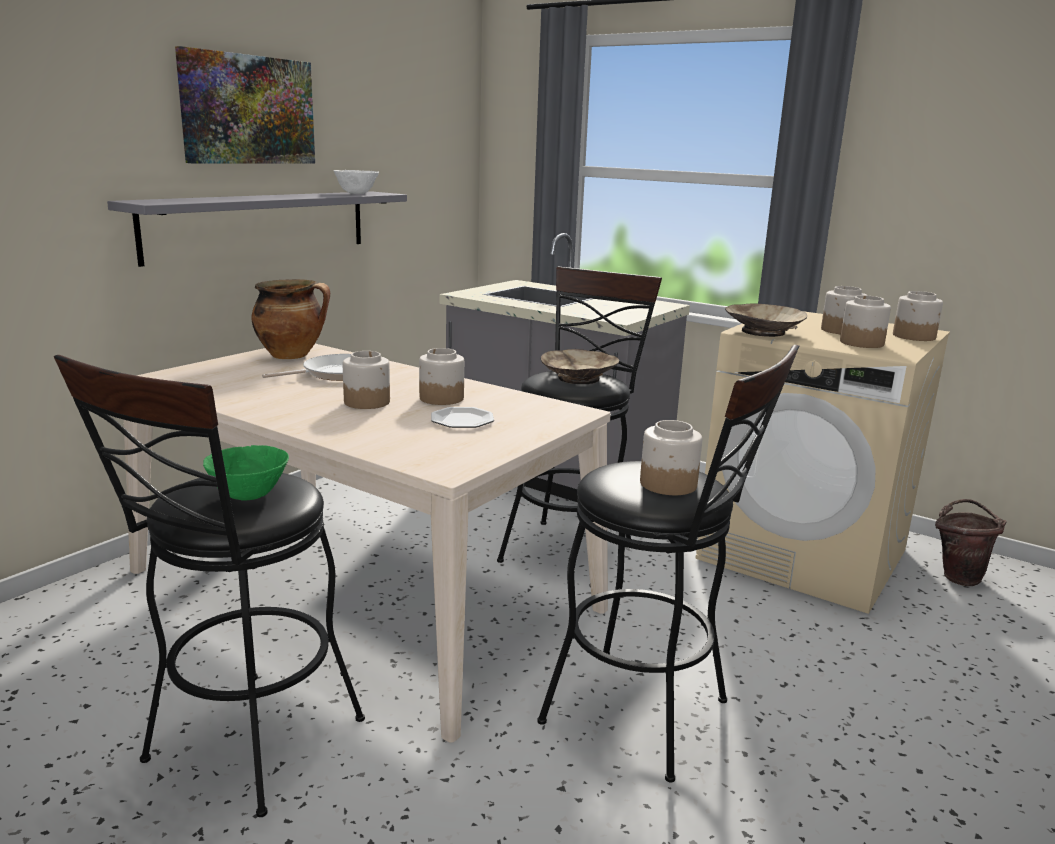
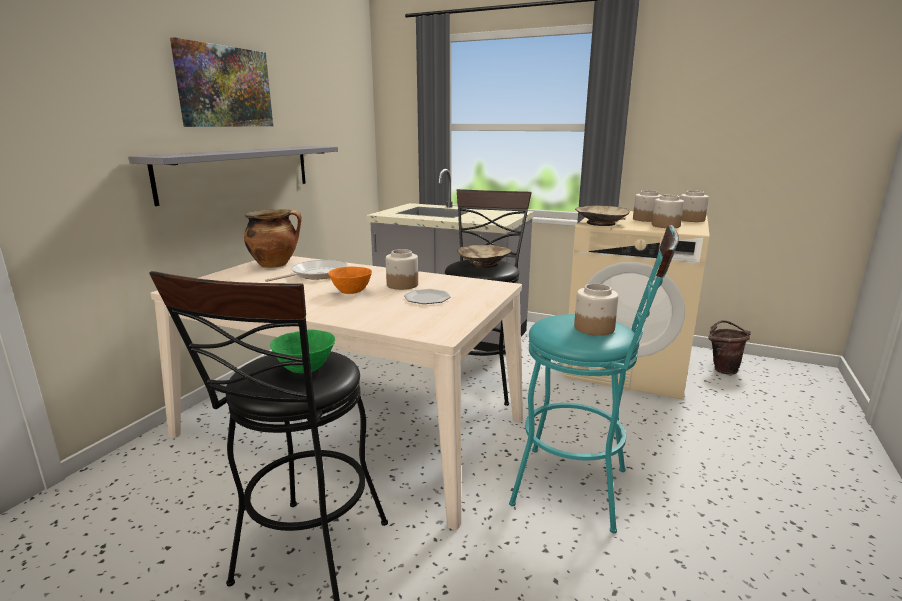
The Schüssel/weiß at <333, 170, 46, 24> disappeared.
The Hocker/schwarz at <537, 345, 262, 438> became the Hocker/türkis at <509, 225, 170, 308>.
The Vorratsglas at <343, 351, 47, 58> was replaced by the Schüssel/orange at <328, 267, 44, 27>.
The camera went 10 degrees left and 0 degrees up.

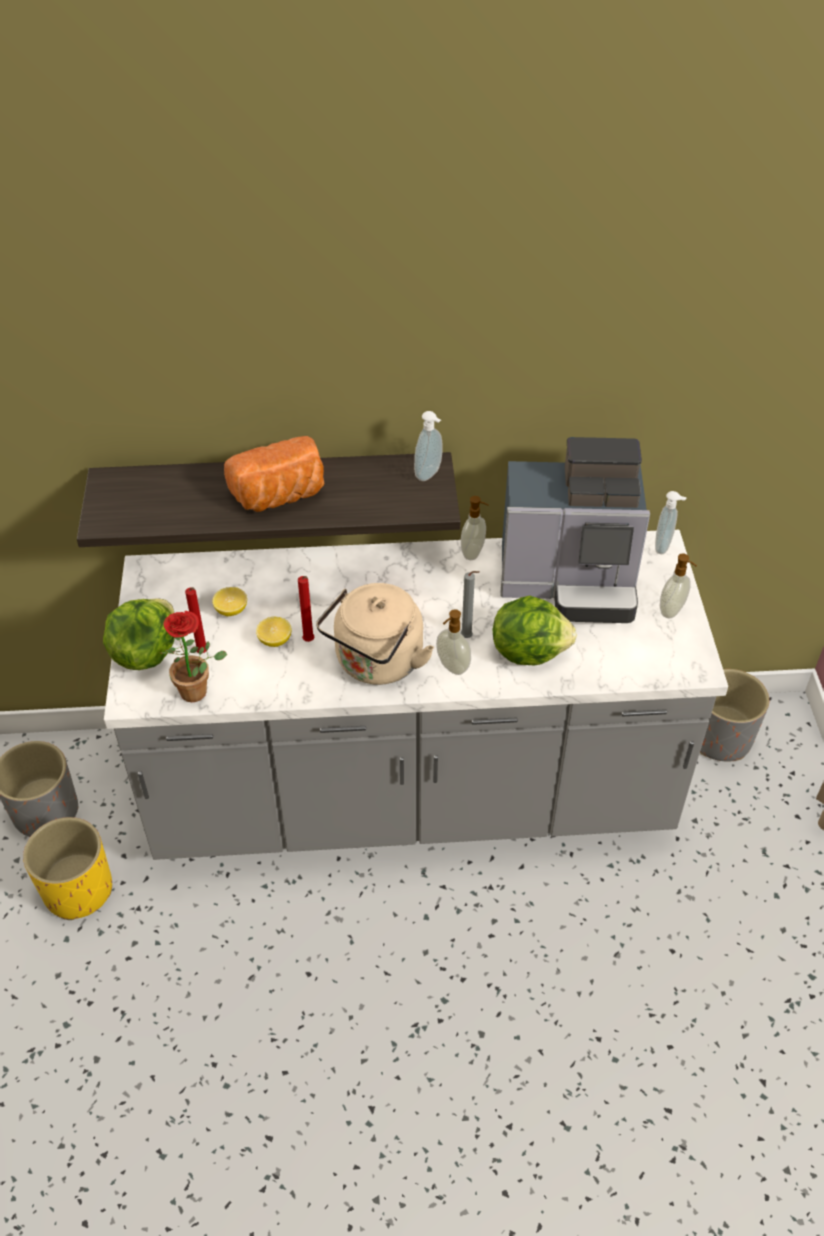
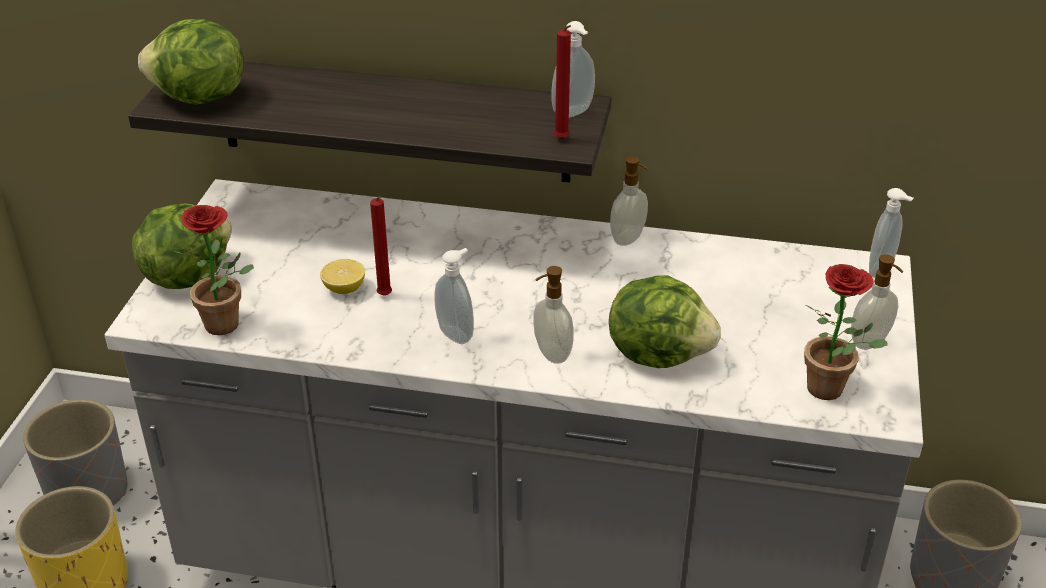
The Brot at <224, 436, 100, 76> disappeared.
The Kaffeemaschine at <500, 437, 150, 186> disappeared.
The Kerze/grau at <461, 571, 19, 67> disappeared.
The Wasserkessel/beige at <316, 583, 118, 102> was replaced by the Seifenspender at <435, 248, 39, 96>.
The Kerze/rot moved from <185, 587, 21, 66> to <554, 25, 17, 114>.
The Zitrone at <212, 587, 35, 29> disappeared.
The Salatkopf at <138, 19, 106, 86> appeared.
The Topfpflanze at <804, 264, 83, 136> appeared.
The camera went 15 degrees right and 10 degrees down.

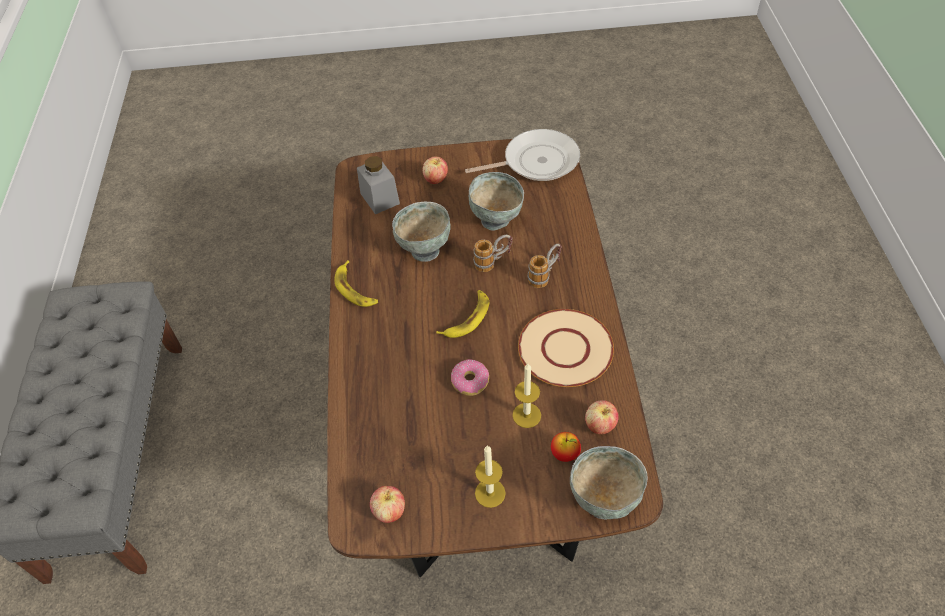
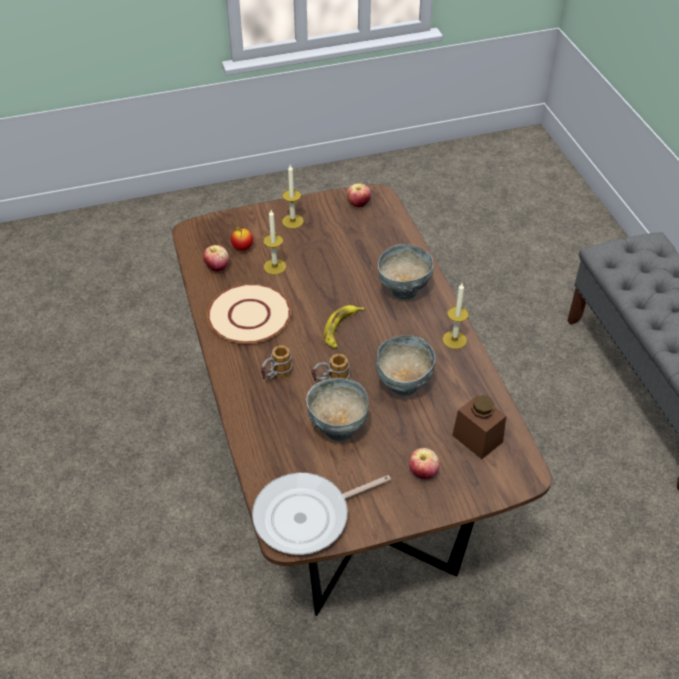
The Vorratsglas/grau at <357, 156, 43, 58> became the Vorratsglas/braun at <452, 395, 54, 64>.
The Banane at <335, 260, 43, 47> was replaced by the Kerze at <443, 283, 26, 66>.
The Donut at <451, 359, 38, 37> disappeared.
The Schüssel/grau moved from <570, 446, 78, 73> to <378, 244, 55, 56>.
The camera went 165 degrees right and 5 degrees down.

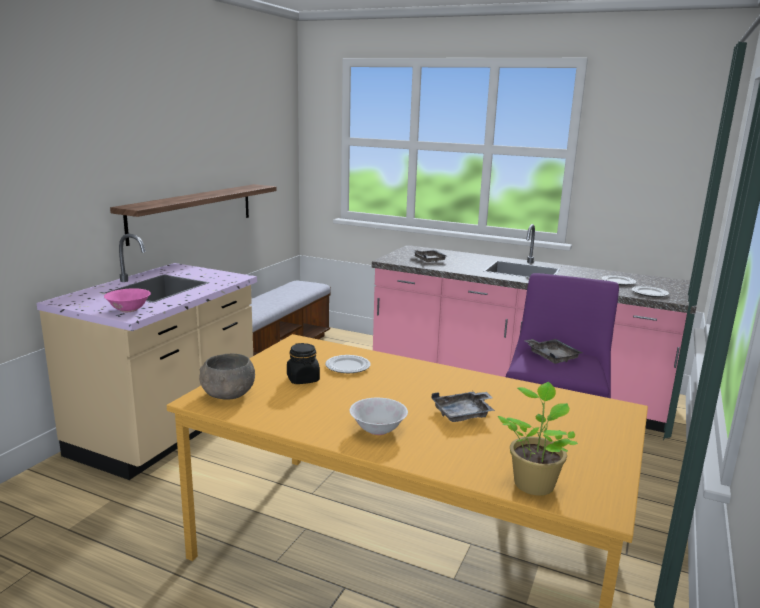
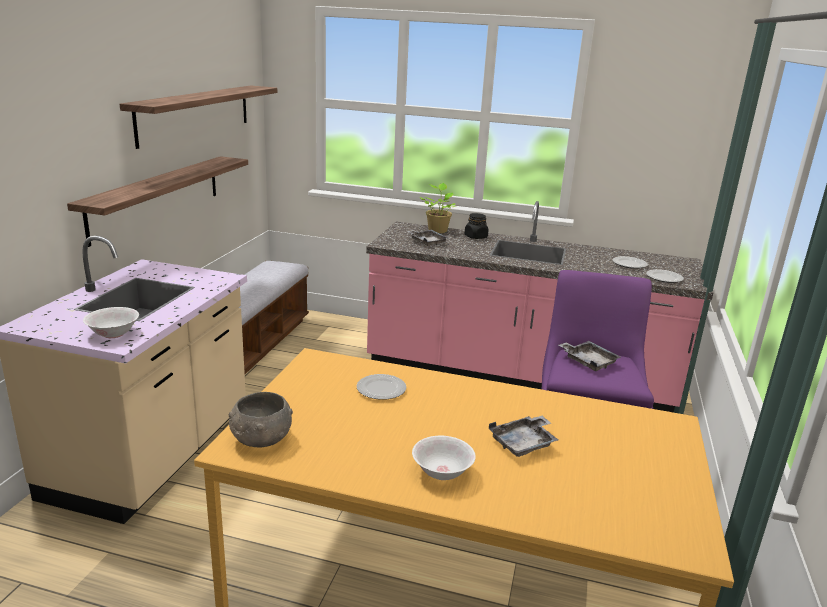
The Schüssel/rosa at <104, 288, 47, 24> became the Schüssel/weiß at <83, 307, 56, 31>.
The Vorratsglas/schwarz moved from <287, 343, 33, 41> to <465, 213, 23, 26>.
The Topfpflanze moved from <498, 382, 80, 114> to <420, 183, 36, 50>.
The Wandregal at <120, 85, 157, 64> appeared.
The camera went 10 degrees left and 5 degrees up.

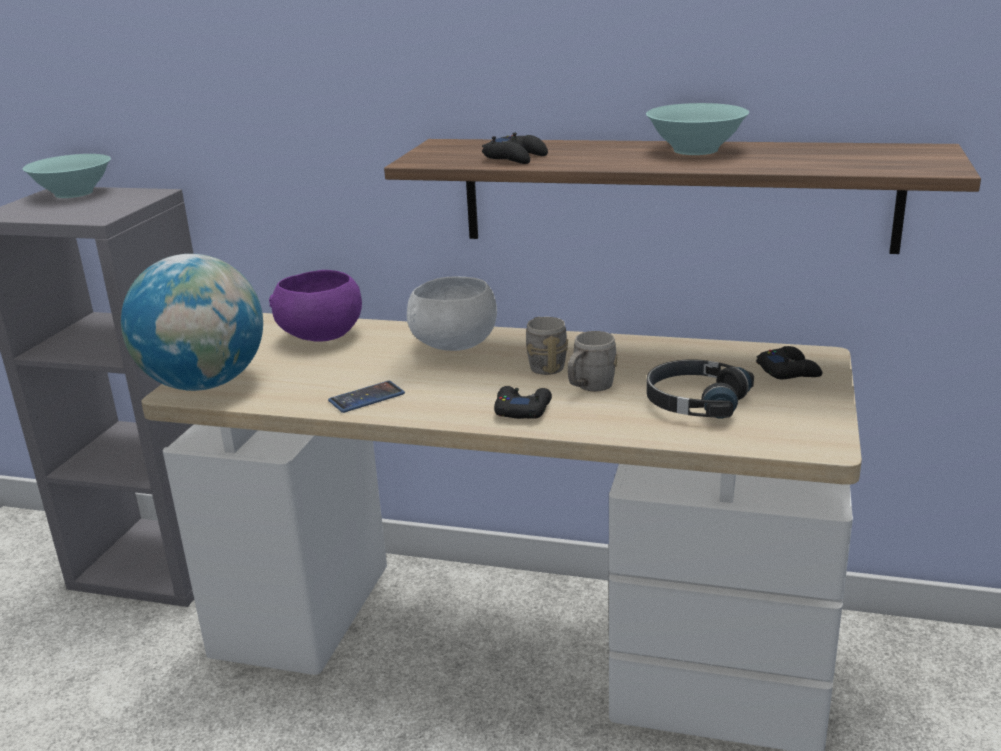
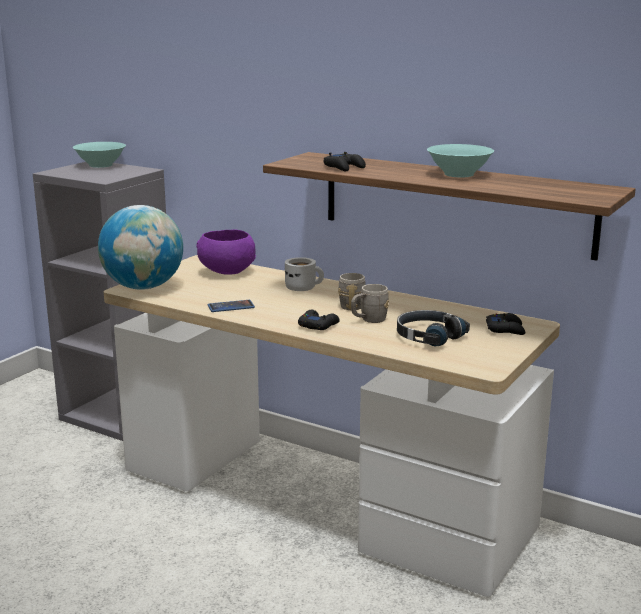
The Schüssel/weiß at <407, 276, 90, 75> was replaced by the Henkelbecher/weiß at <285, 257, 39, 34>.
The camera went 15 degrees right and 5 degrees down.

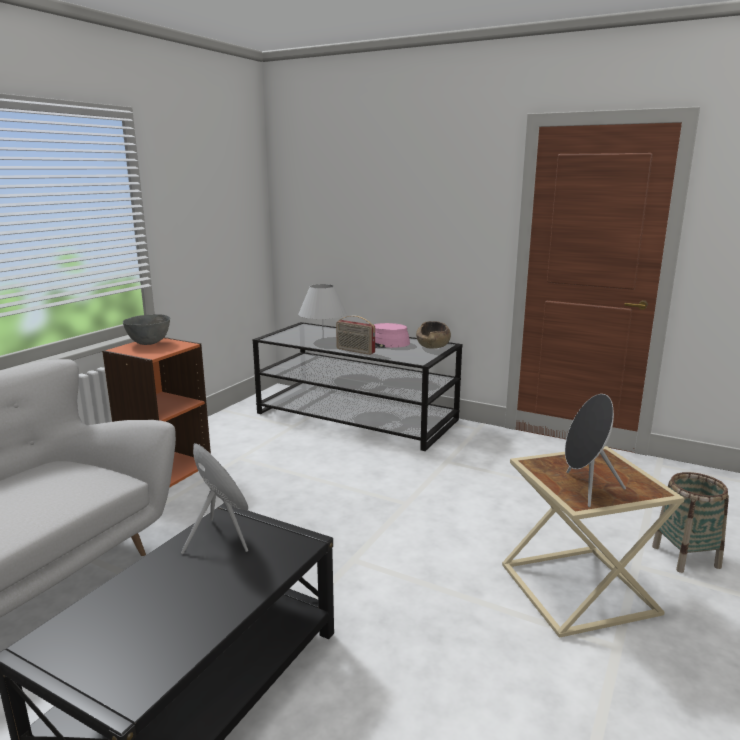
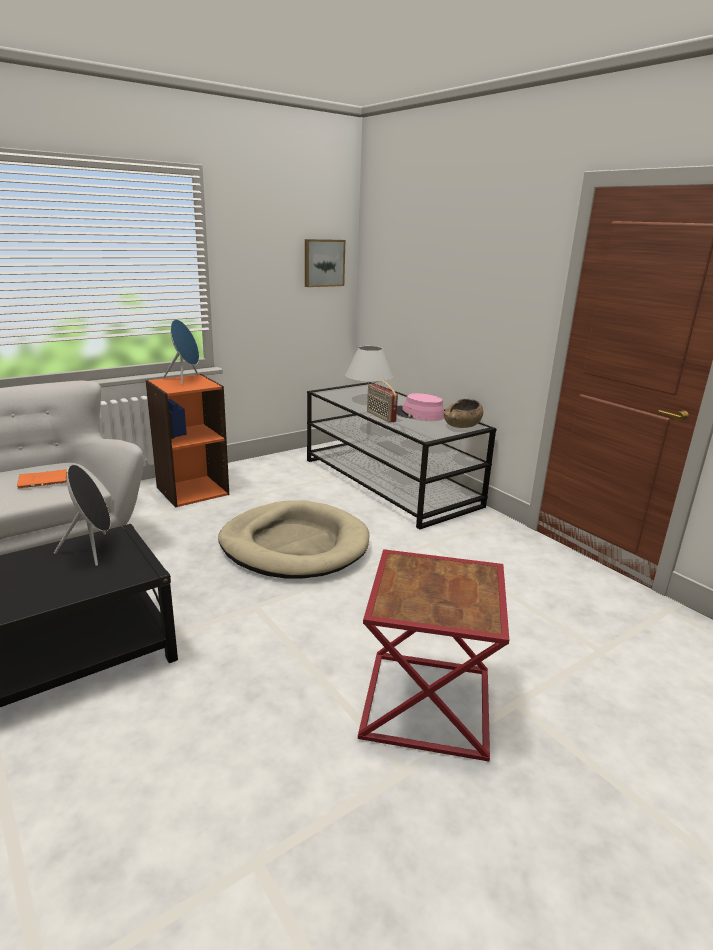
The Schüssel/grau at <123, 314, 47, 31> was replaced by the Lautsprecher/blau at <163, 320, 36, 65>.
The Lautsprecher/schwarz at <565, 394, 61, 113> disappeared.
The Beistelltisch/beige at <502, 446, 183, 192> became the Beistelltisch/rot at <358, 549, 151, 213>.
The Korb at <652, 472, 77, 101> disappeared.
The Bild at <305, 239, 40, 48> appeared.
The Buch/orange at <17, 469, 50, 20> appeared.
The Hundebett/beige at <218, 500, 151, 79> appeared.
The camera went 25 degrees right and 5 degrees up.

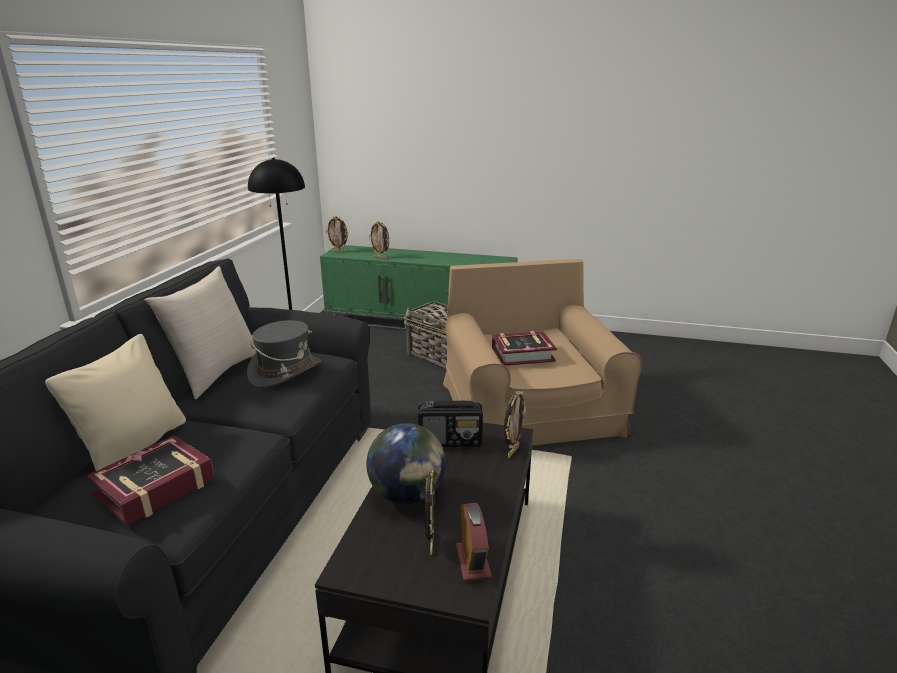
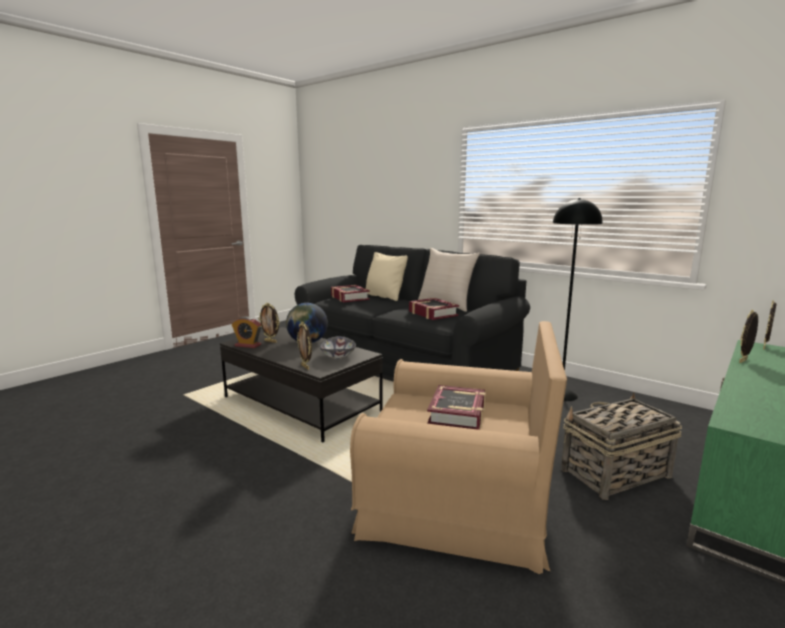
The Hut/grau at <247, 320, 74, 68> was replaced by the Buch at <409, 298, 50, 22>.
The Radio at <418, 401, 65, 46> was replaced by the Schüssel at <319, 336, 37, 23>.
The camera went 115 degrees right and 10 degrees down.

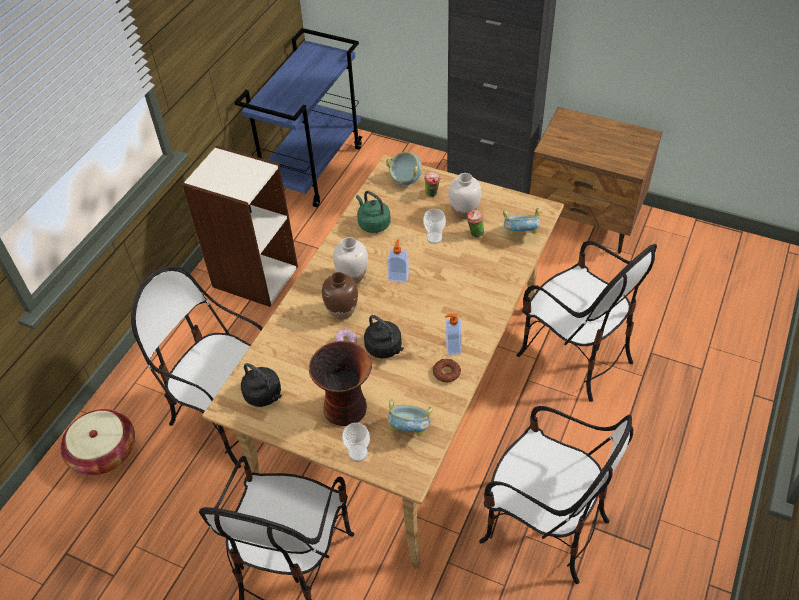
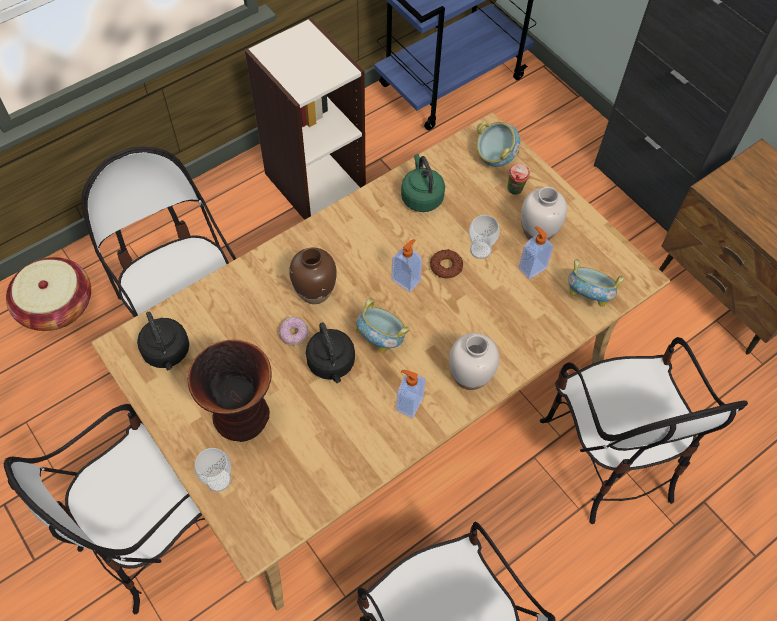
The Tasse at <466, 210, 18, 27> was replaced by the Seifenspender at <518, 226, 35, 53>.
The Vase/weiß moved from <333, 237, 35, 47> to <449, 333, 50, 57>.
The Donut moved from <433, 359, 28, 24> to <430, 249, 33, 30>.
The Schüssel moved from <387, 399, 46, 38> to <356, 298, 54, 55>.
The camera went 25 degrees right and 10 degrees up.

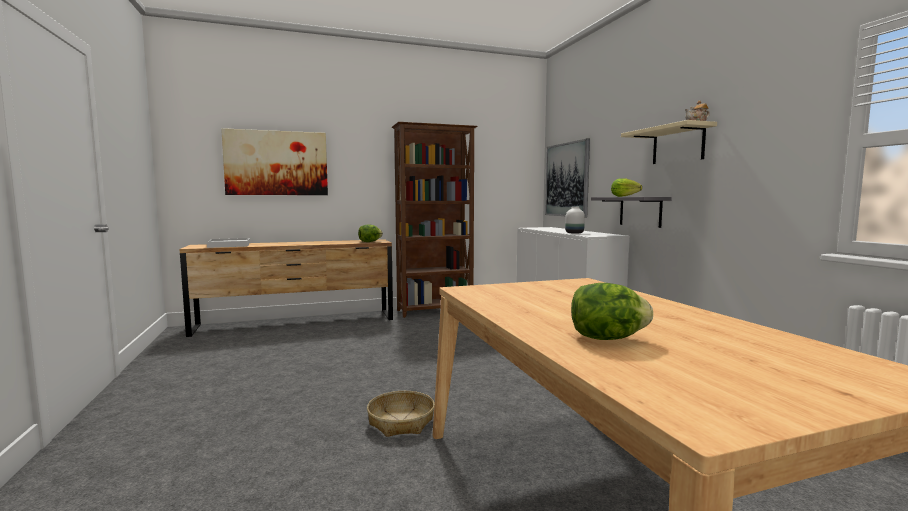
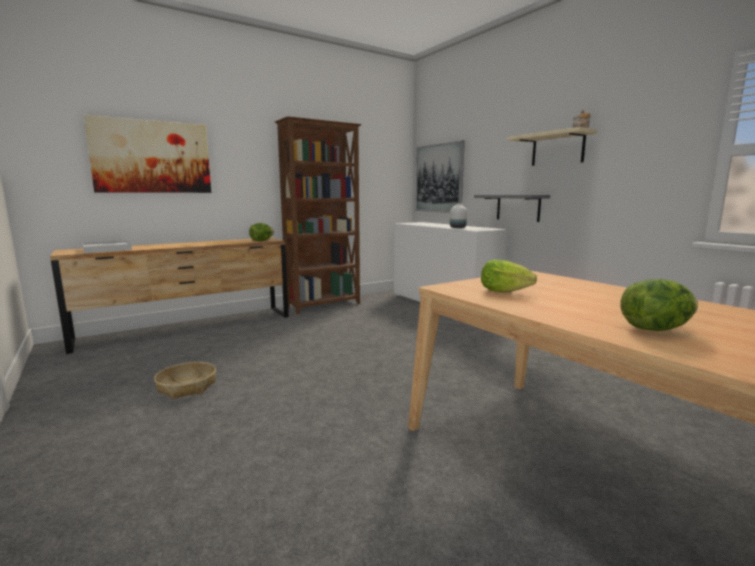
The Salatkopf moved from <611, 178, 31, 19> to <481, 259, 56, 33>.
The Korb moved from <367, 391, 68, 46> to <154, 362, 62, 37>.
The camera went 15 degrees left and 5 degrees up.

